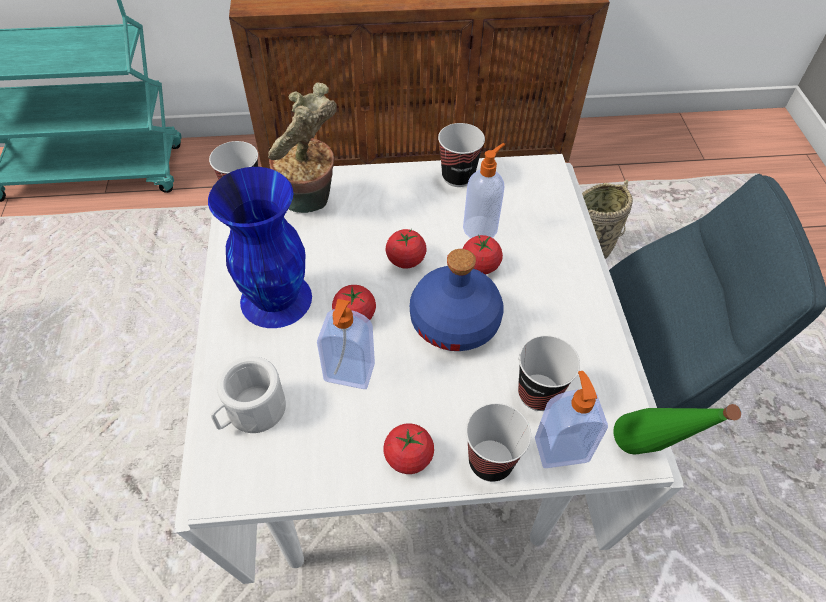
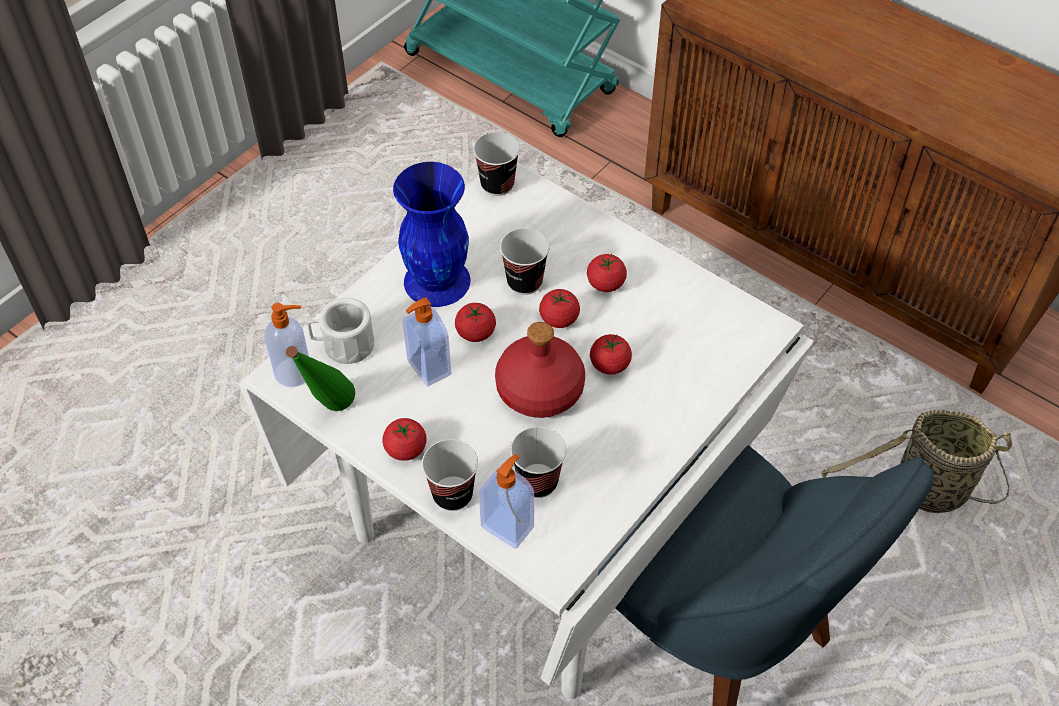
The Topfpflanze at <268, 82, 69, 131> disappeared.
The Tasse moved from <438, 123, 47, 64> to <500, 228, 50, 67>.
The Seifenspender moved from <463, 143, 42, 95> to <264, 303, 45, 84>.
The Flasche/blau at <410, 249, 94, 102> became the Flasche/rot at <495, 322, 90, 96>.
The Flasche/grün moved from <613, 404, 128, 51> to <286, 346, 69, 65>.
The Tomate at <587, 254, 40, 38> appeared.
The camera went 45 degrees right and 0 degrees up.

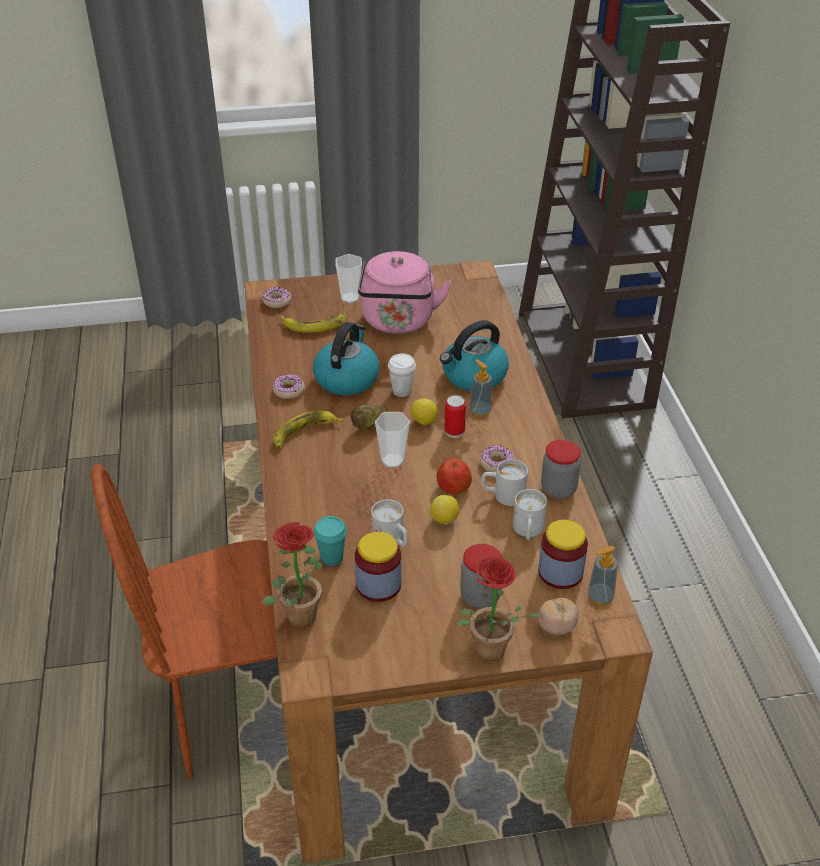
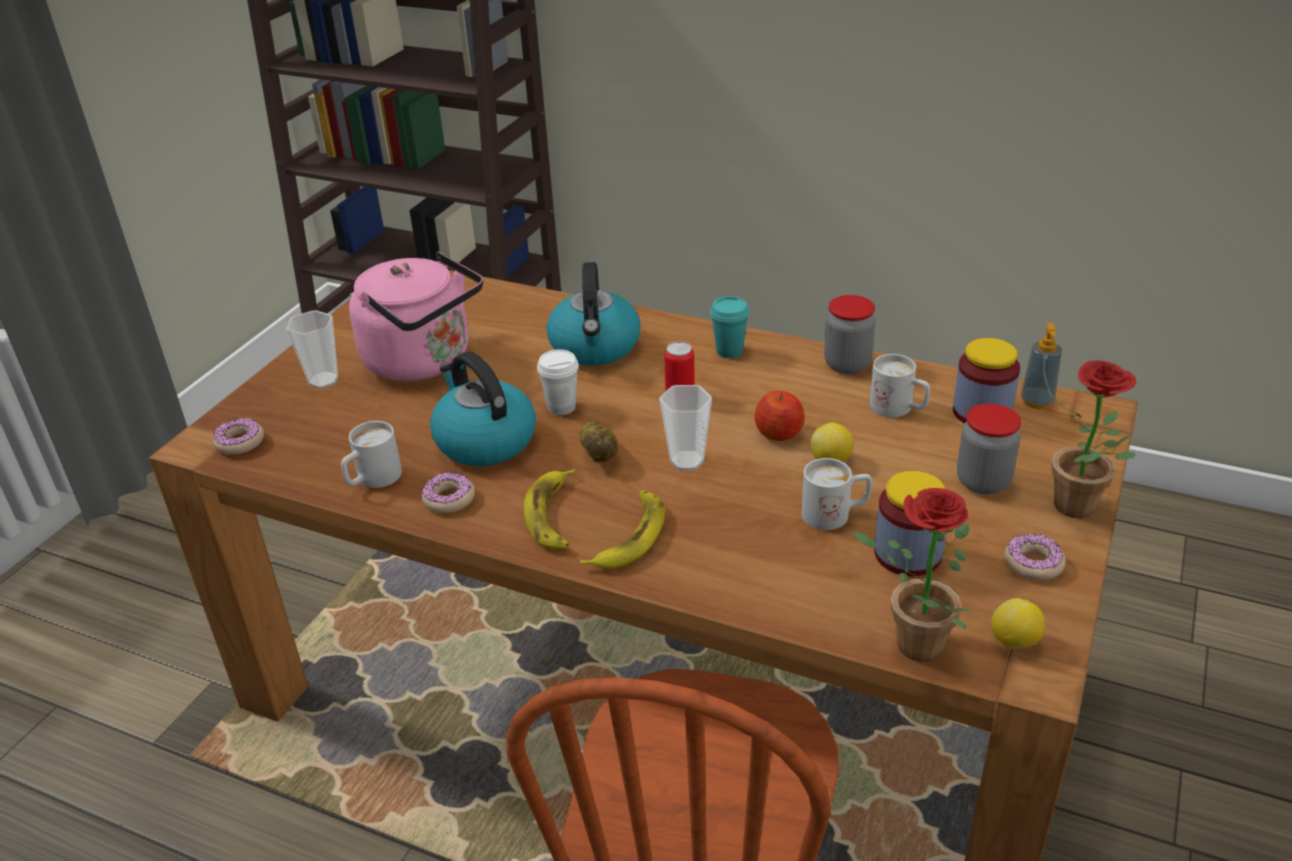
The Banane moved from <280, 313, 67, 20> to <580, 490, 85, 79>.
The Seifenspender at <470, 359, 22, 58> disappeared.
The Zitrone moved from <410, 398, 28, 27> to <991, 598, 54, 51>.
The Donut moved from <480, 445, 35, 27> to <1004, 533, 62, 48>.
The Henkelbecher/weiß moved from <481, 459, 47, 47> to <341, 421, 61, 67>.
The Tasse/türkis moved from <314, 516, 33, 50> to <710, 296, 39, 62>.
The Tomate at <538, 598, 41, 37> disappeared.
The camera went 55 degrees left and 5 degrees down.

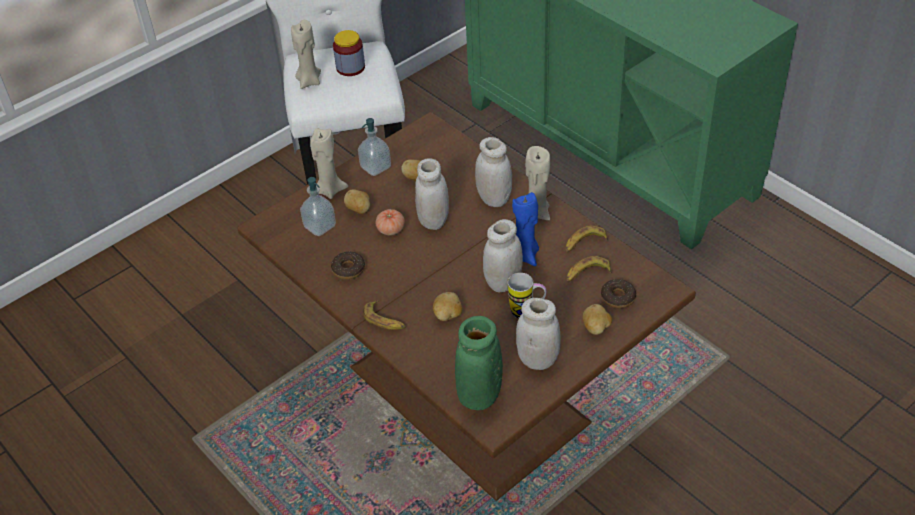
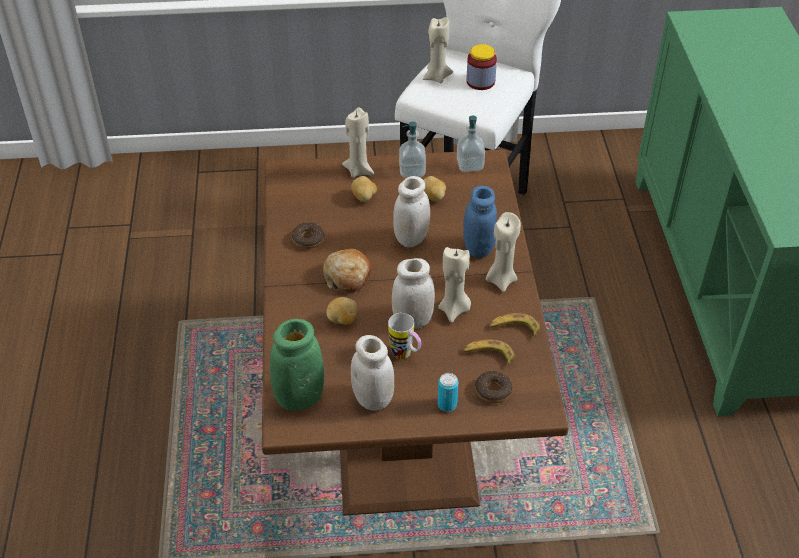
The Vorratsglas/weiß at <475, 137, 37, 70> became the Vorratsglas/blau at <463, 186, 34, 72>.
The Seifenspender moved from <300, 177, 36, 59> to <457, 115, 28, 57>.
The Kerze/blau at <512, 192, 27, 74> became the Kerze/beige at <438, 247, 33, 76>.
The Tomate at <376, 209, 29, 26> disappeared.
The Banane at <363, 301, 43, 29> disappeared.
The Kartoffel at <583, 304, 29, 31> was replaced by the Dose at <438, 373, 21, 39>.
The Brot at <323, 249, 48, 44> appeared.
The camera went 35 degrees right and 0 degrees up.

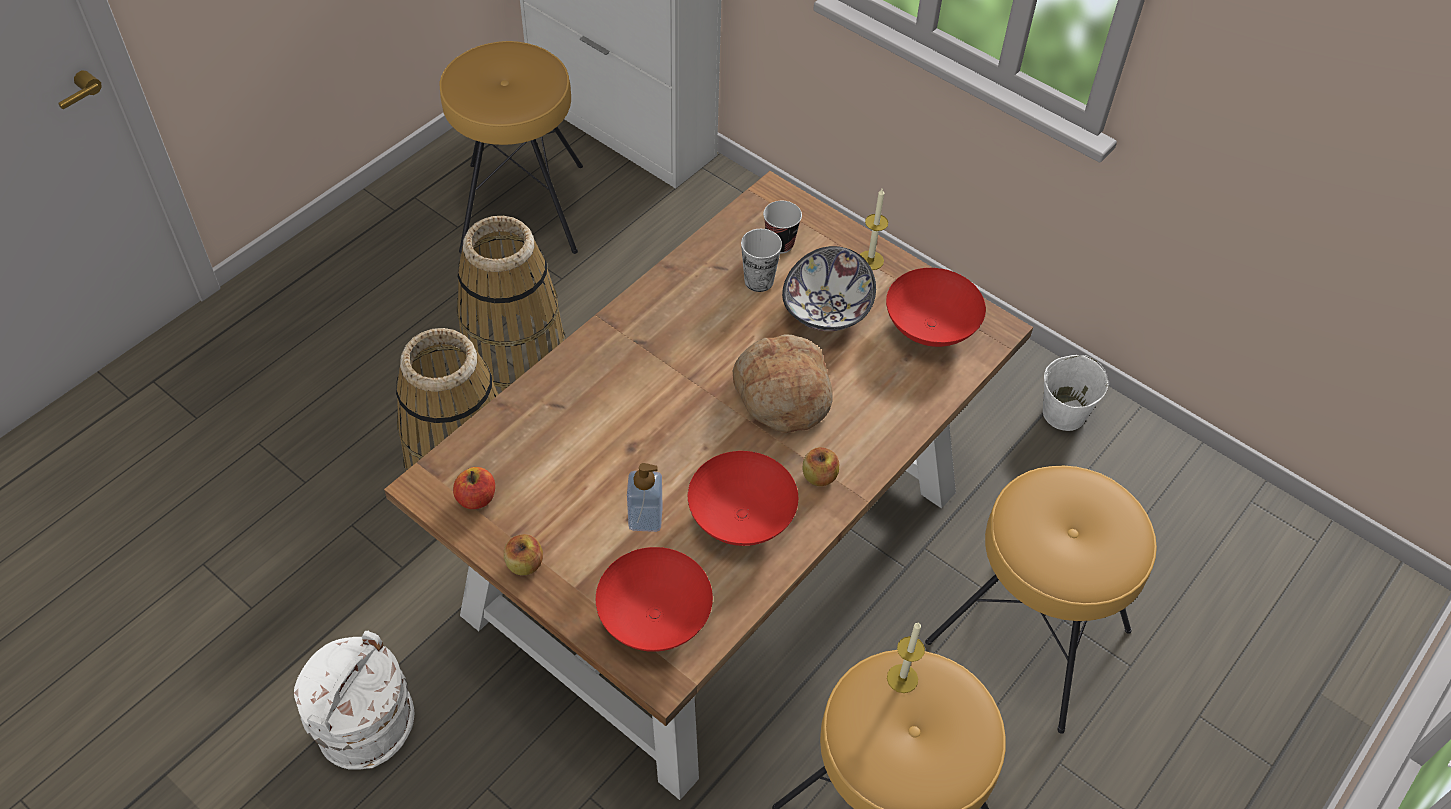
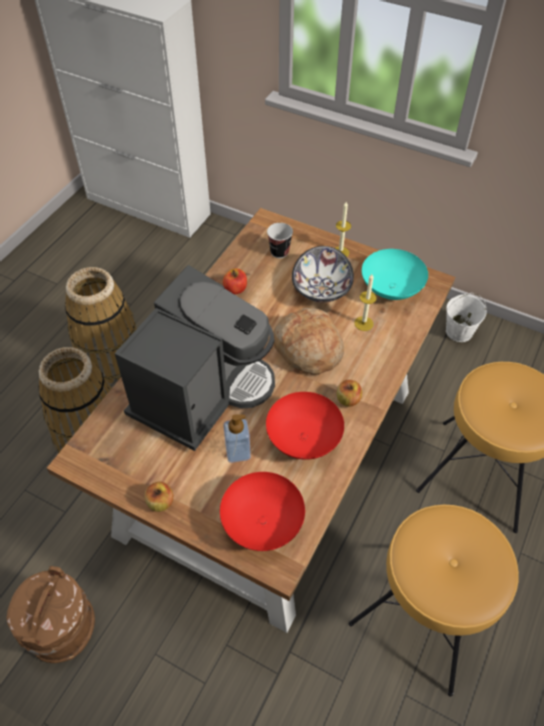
The Hocker/braun at <440, 41, 143, 213> disappeared.
The Tasse at <741, 229, 41, 63> disappeared.
The Schüssel/rot at <886, 268, 100, 79> became the Schüssel/türkis at <362, 249, 66, 51>.
The Apfel moved from <453, 467, 42, 42> to <223, 269, 24, 25>.
The Kerze moved from <887, 622, 38, 71> to <354, 274, 23, 57>.
The Eimer/weiß at <294, 631, 121, 138> became the Eimer/braun at <7, 566, 88, 97>.
The Kaffeemaschine at <115, 265, 160, 186> appeared.
The camera went 10 degrees left and 0 degrees up.

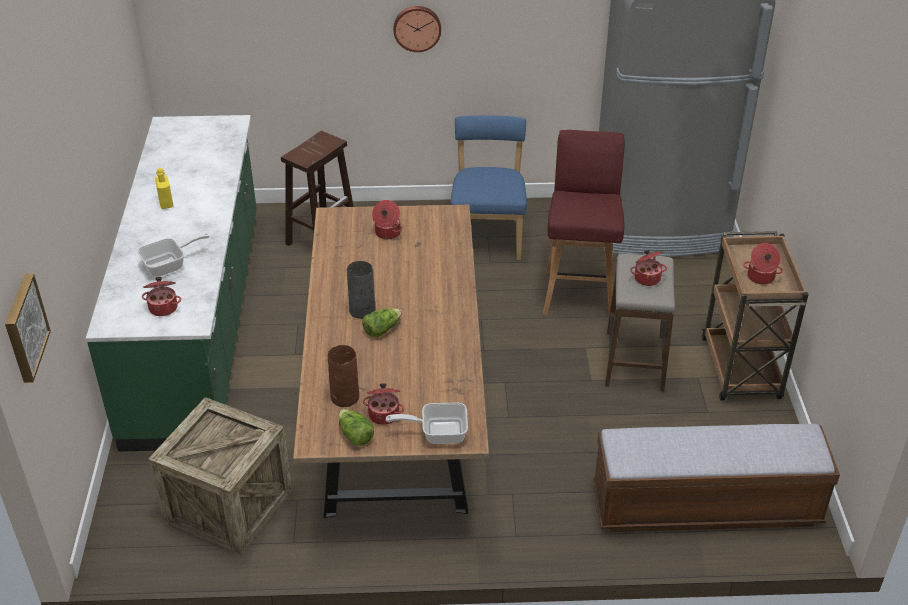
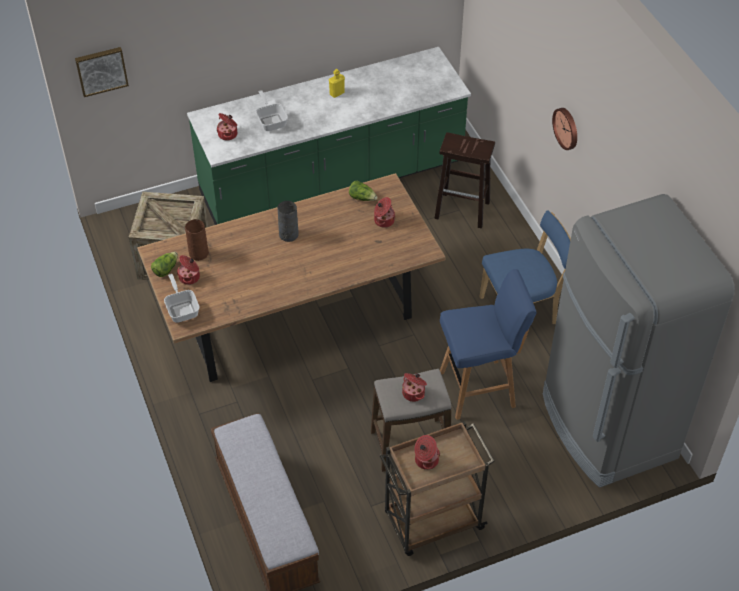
The Hocker/rot at <543, 130, 82, 185> became the Hocker/blau at <440, 269, 97, 151>.
The Pfanne at <137, 233, 72, 44> turned 150 degrees counterclockwise.
The Salatkopf moved from <362, 308, 40, 29> to <349, 181, 29, 20>.
The camera went 70 degrees right and 10 degrees up.

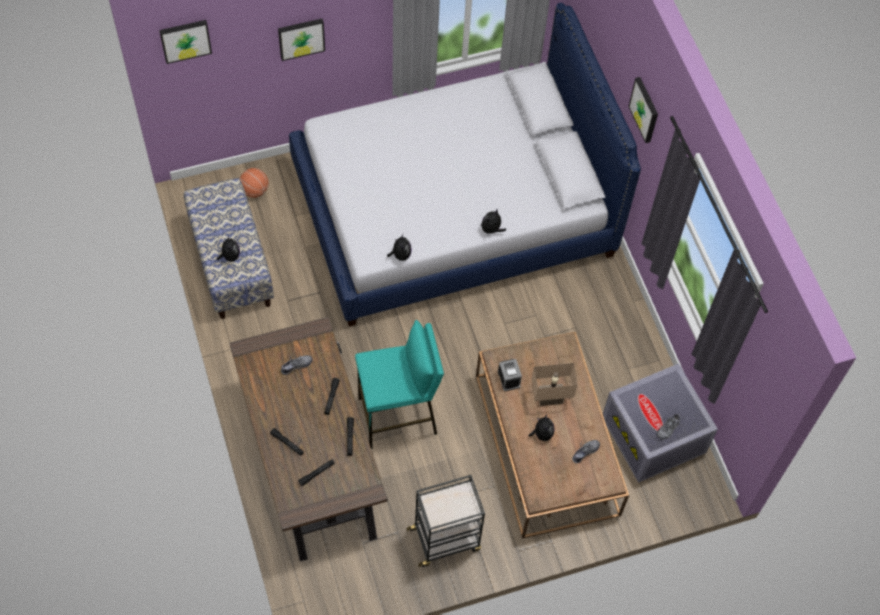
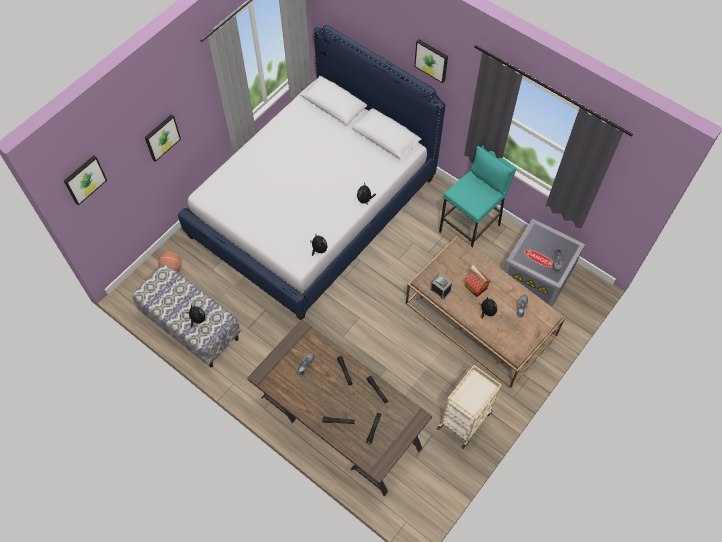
The Hocker/türkis moved from <355, 320, 89, 129> to <439, 146, 77, 101>.
The Tischlampe/beige at <531, 363, 46, 43> was replaced by the Spielzeughaus at <464, 265, 27, 32>.
The Rollwagen/schwarz at <407, 475, 78, 93> became the Rollwagen/beige at <437, 365, 65, 84>.
The camera went 30 degrees left and 0 degrees up.

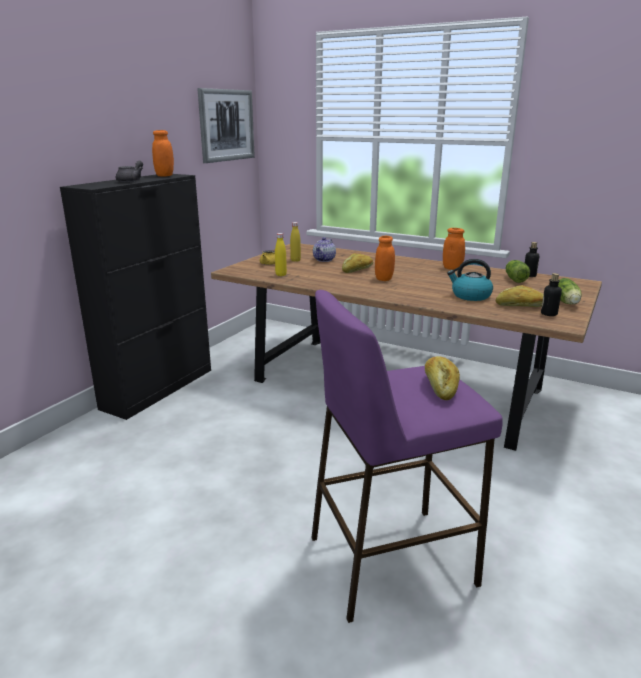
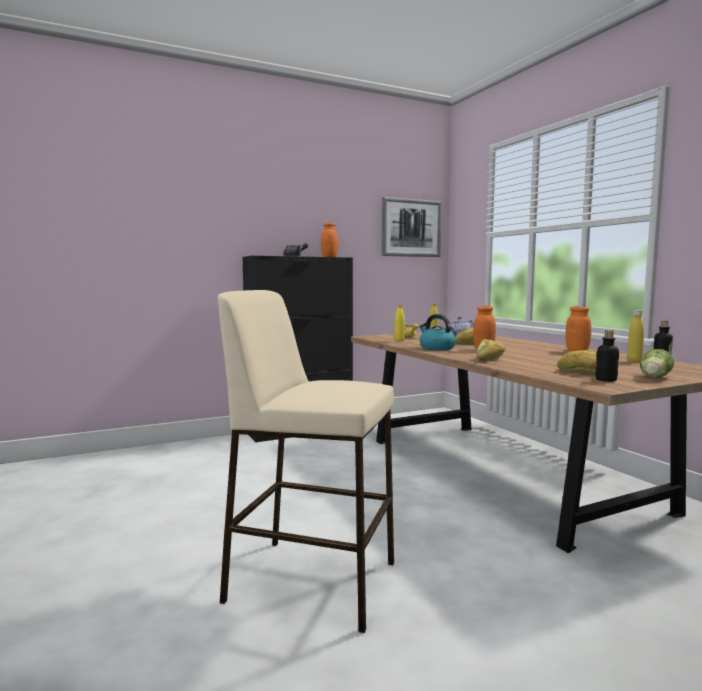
The Wasserkessel moved from <447, 259, 46, 42> to <419, 314, 37, 36>.
The Salatkopf at <506, 260, 24, 23> was replaced by the Flasche/gelb at <627, 310, 17, 52>.
The Hocker/lila at <311, 290, 192, 333> became the Hocker/beige at <218, 290, 176, 343>.
The Brot moved from <425, 356, 35, 44> to <476, 339, 30, 22>.
The camera went 35 degrees right and 15 degrees down.

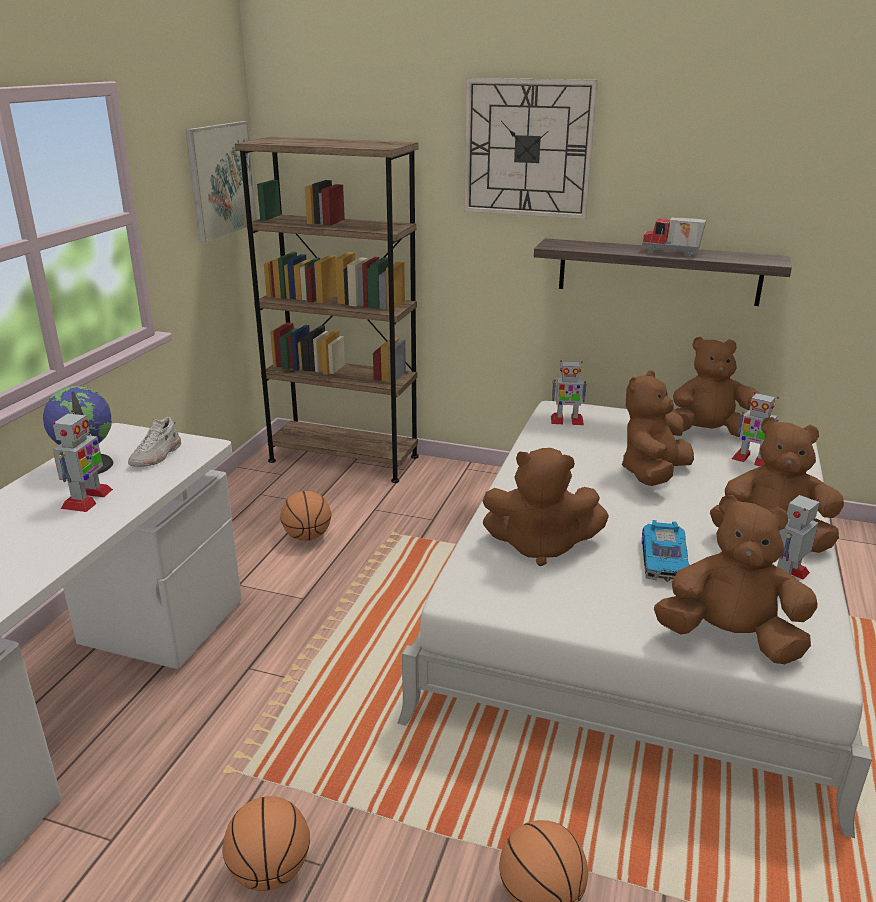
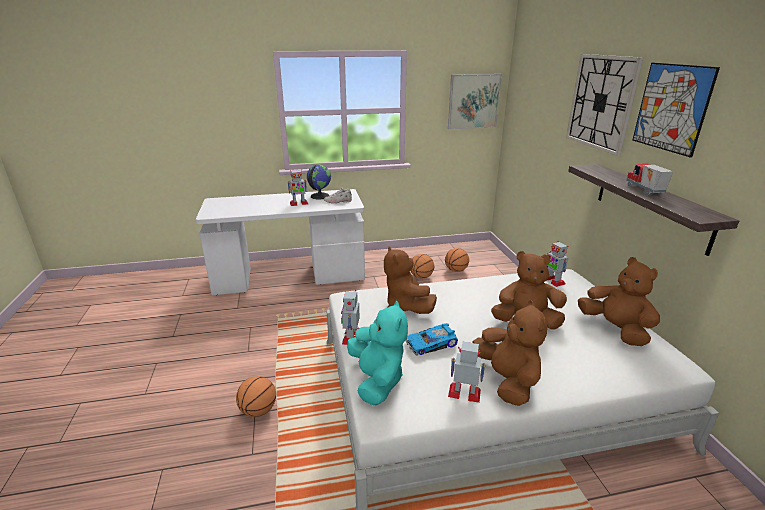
The Bücherregal/braun at <235, 137, 183, 346> disappeared.
The Spielzeugroboter moved from <731, 392, 49, 75> to <341, 290, 19, 55>.
The Plüschtier/braun at <654, 495, 163, 169> became the Plüschtier/türkis at <347, 301, 61, 104>.
The Basketball moved from <223, 796, 87, 95> to <445, 248, 24, 24>.
The Bild at <633, 63, 87, 95> appeared.
The camera went 60 degrees right and 0 degrees up.

